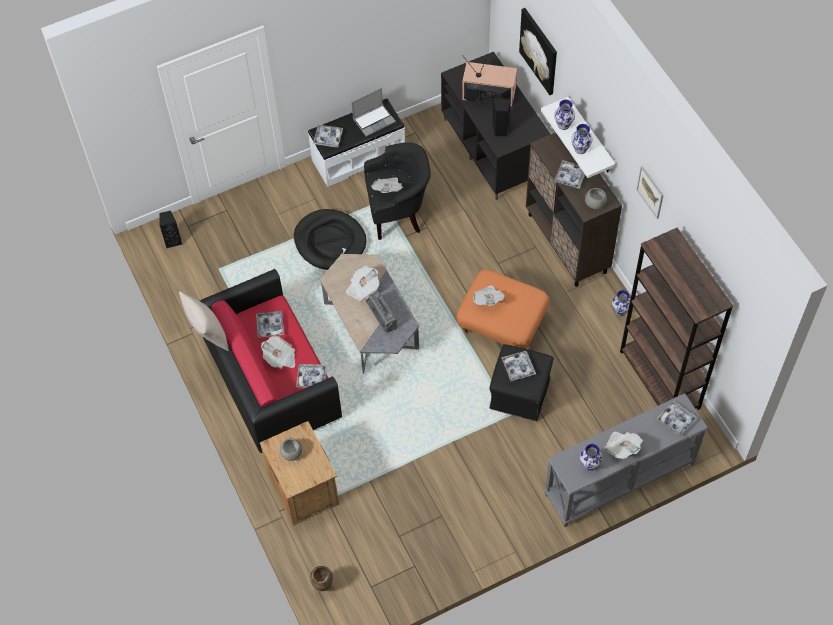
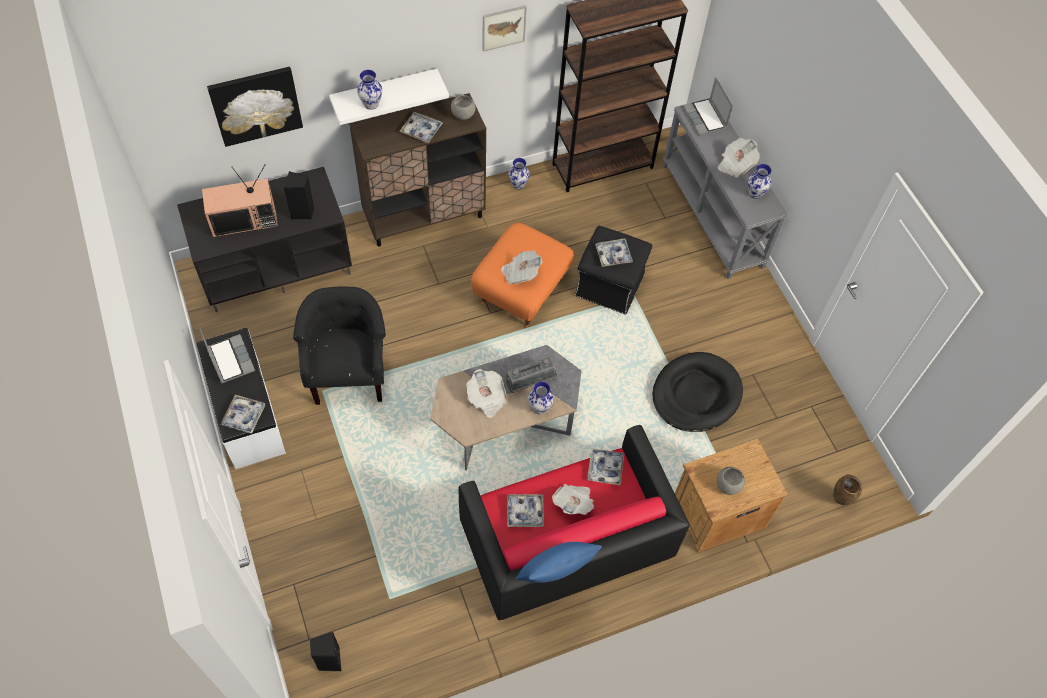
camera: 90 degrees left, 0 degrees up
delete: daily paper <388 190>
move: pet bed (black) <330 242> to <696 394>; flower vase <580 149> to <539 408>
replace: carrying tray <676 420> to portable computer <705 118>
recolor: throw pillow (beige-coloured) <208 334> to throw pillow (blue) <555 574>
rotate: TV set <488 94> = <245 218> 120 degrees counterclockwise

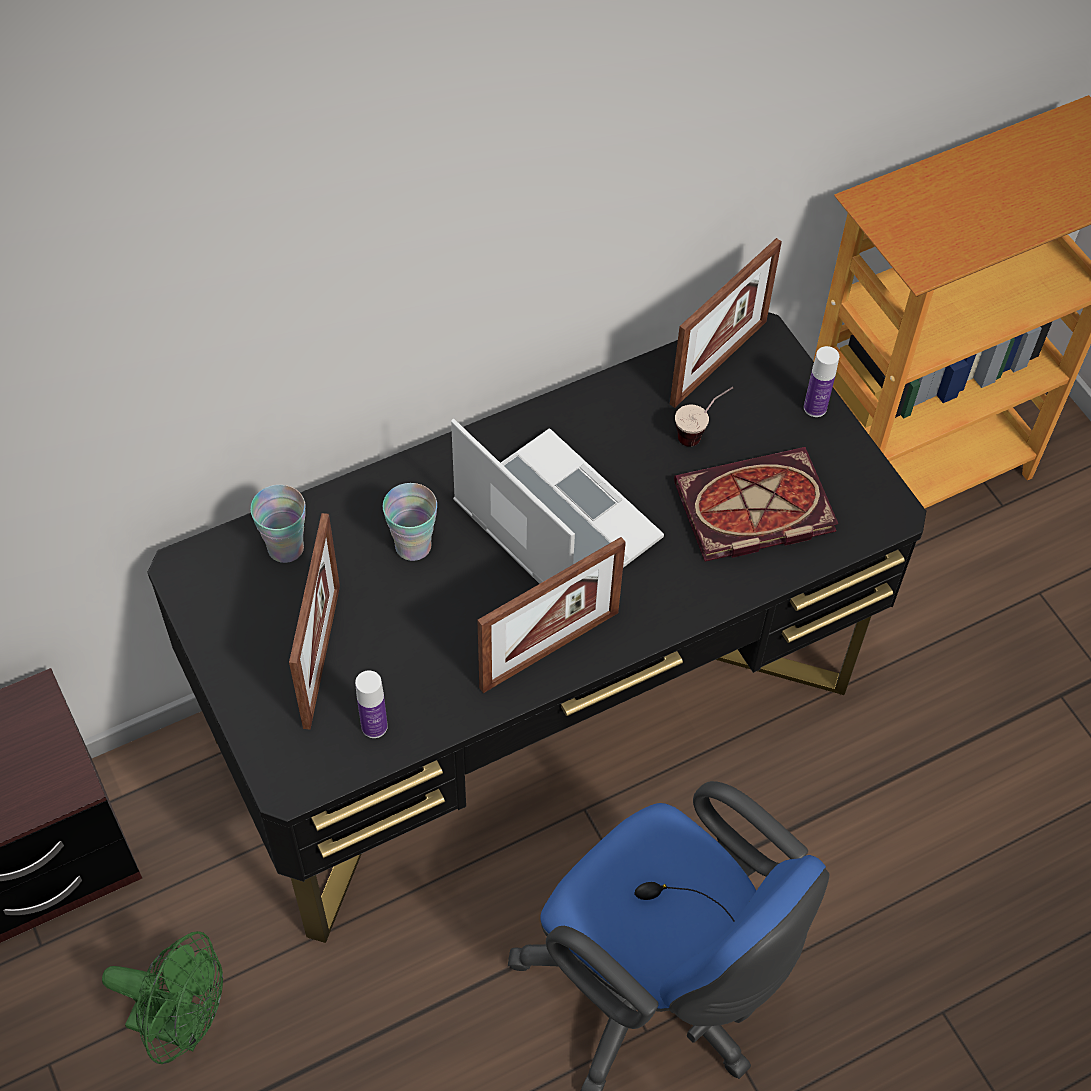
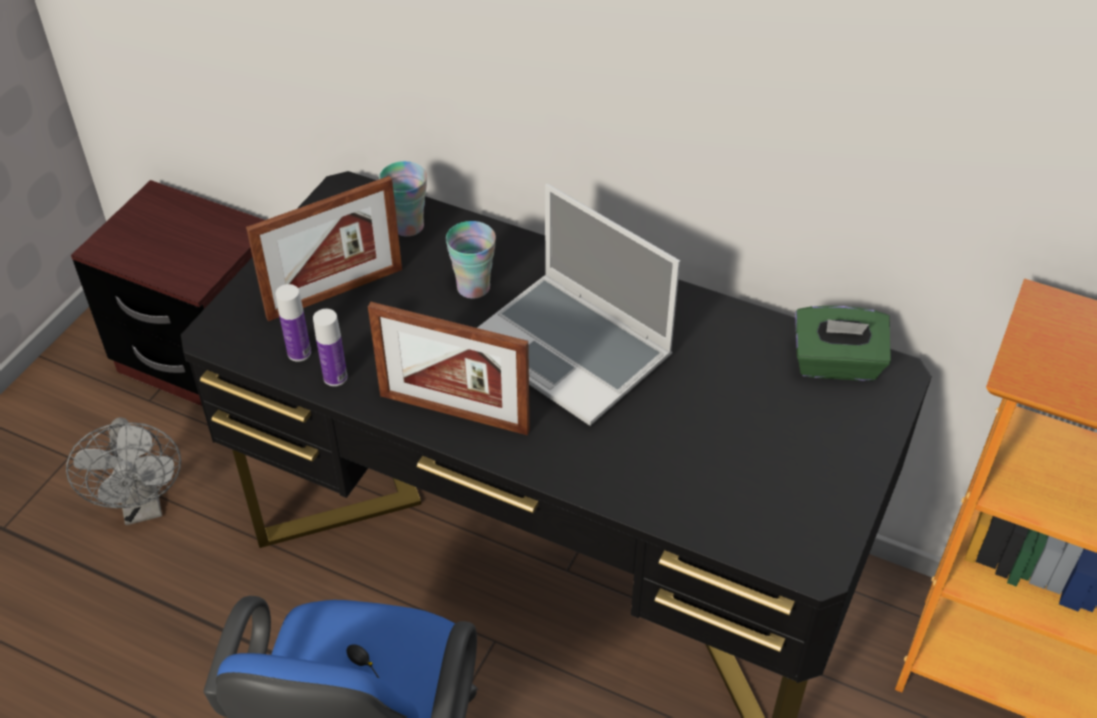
camera: 55 degrees right, 10 degrees down
delete: book <751 511>; drinking cup <701 432>
move: bottle <815 407> to <335 377>
replace: standing frame <718 362> to box of tissues (green-coloured) <836 364>
recolor: electric fan (green-coloured) <182 1023> to electric fan (gray) <143 507>
rotate: portable computer <552 522> = <572 350> 120 degrees clockwise

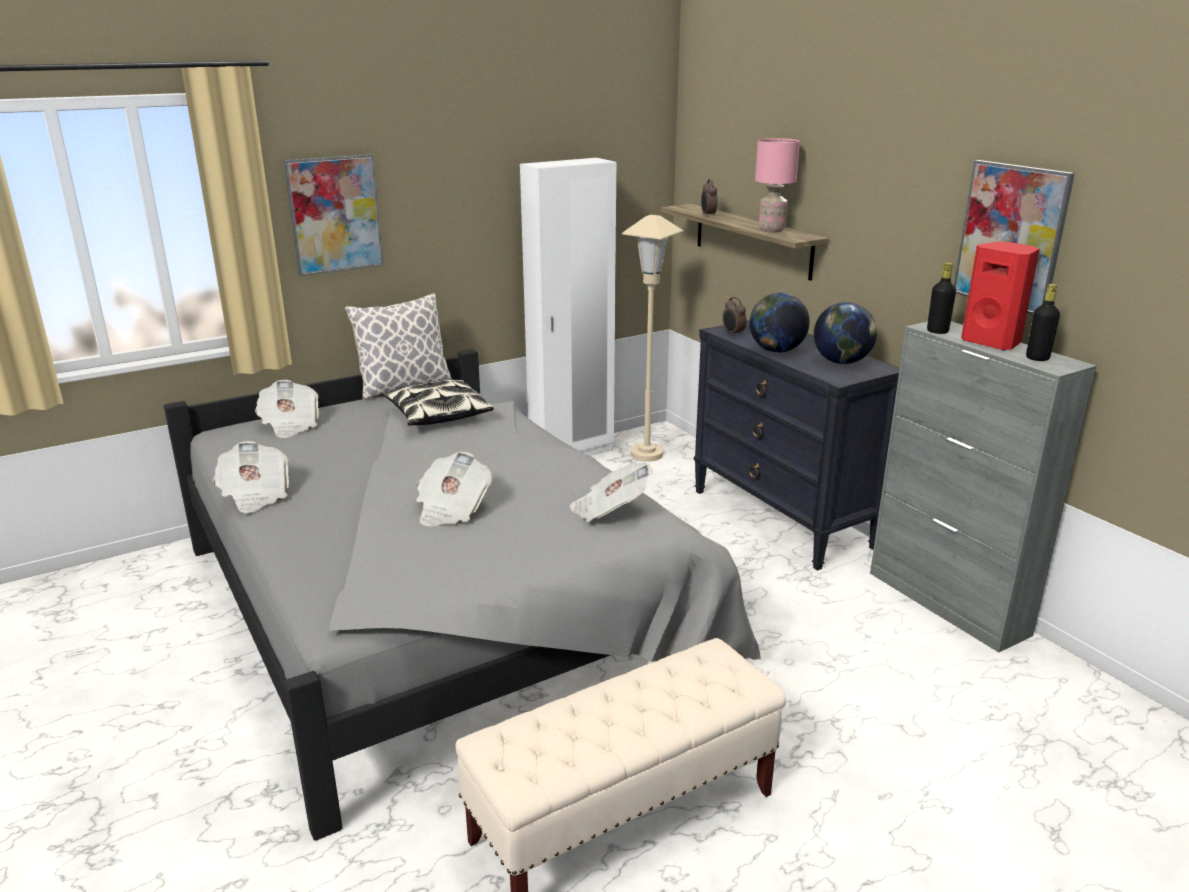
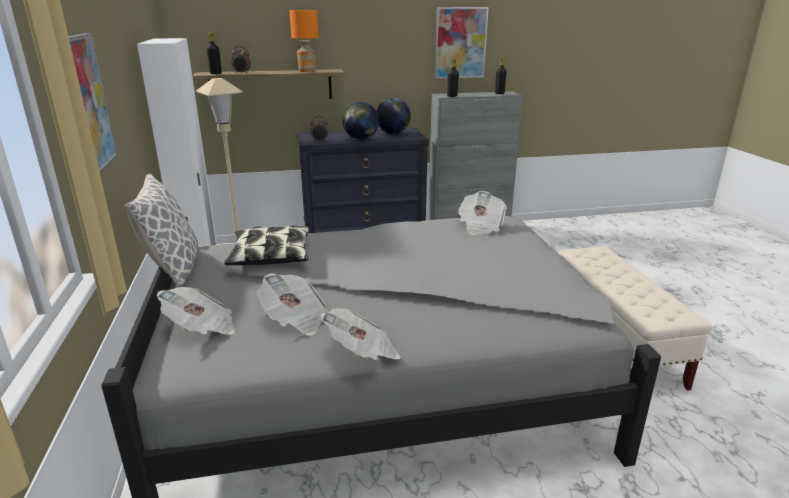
camera: 70 degrees left, 0 degrees up
delete: audio speaker (red) <992 342>
insert: bottle (black) <216 73>
move: daily paper <451 509> to <295 319>
recolor: tabletop lamp (pink) <771 230> to tabletop lamp (orangey) <307 71>

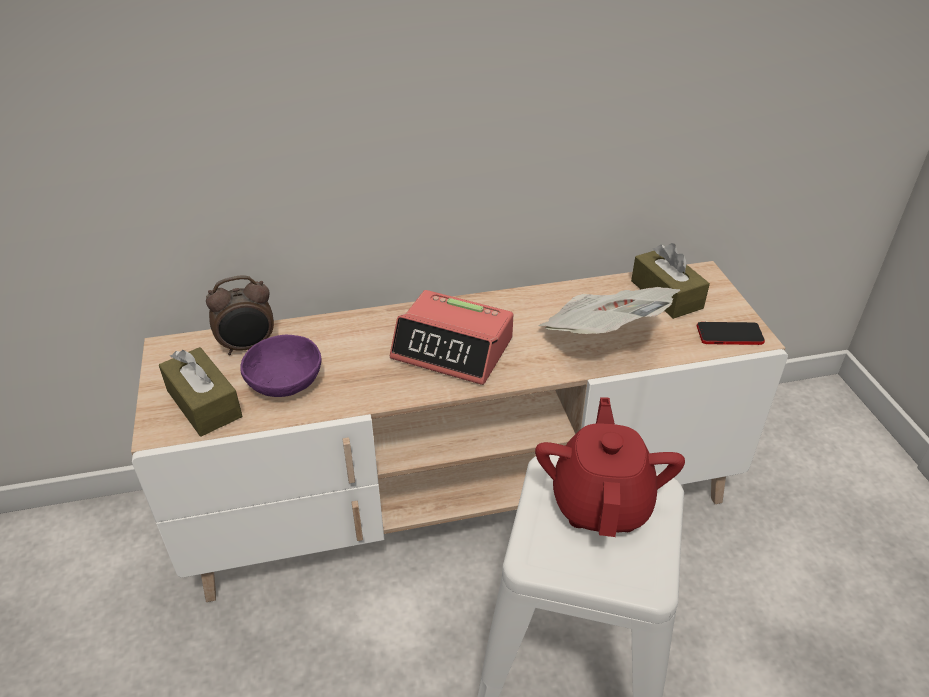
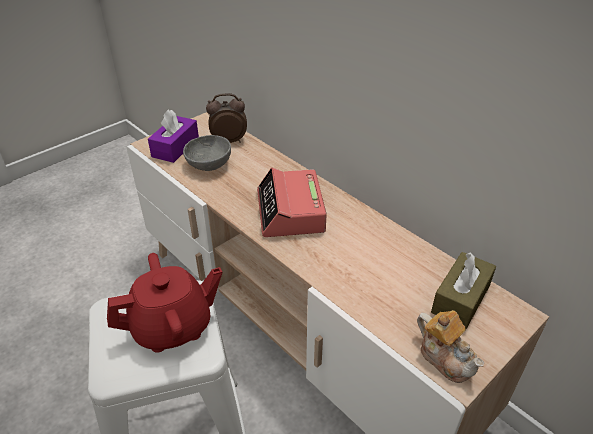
camera: 60 degrees right, 0 degrees up
delete: daily paper <602 335>
replace: handset <729 334> to pot for tea <445 357>
recolor: box of tissues (brownish) <204 403> to box of tissues (purple-coloured) <175 147>; deep dish (purple-coloured) <285 384> to deep dish (gray) <208 165>
rotate: table clock <248 347> = <229 140> 135 degrees clockwise

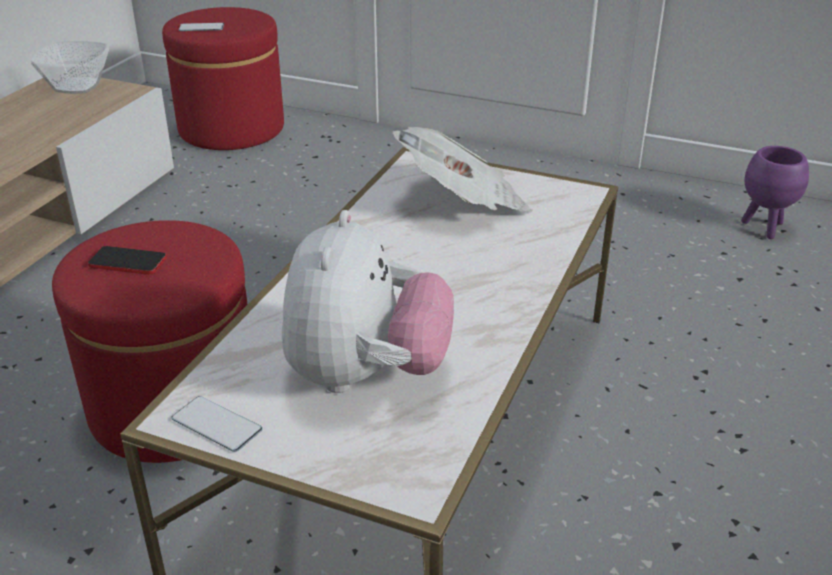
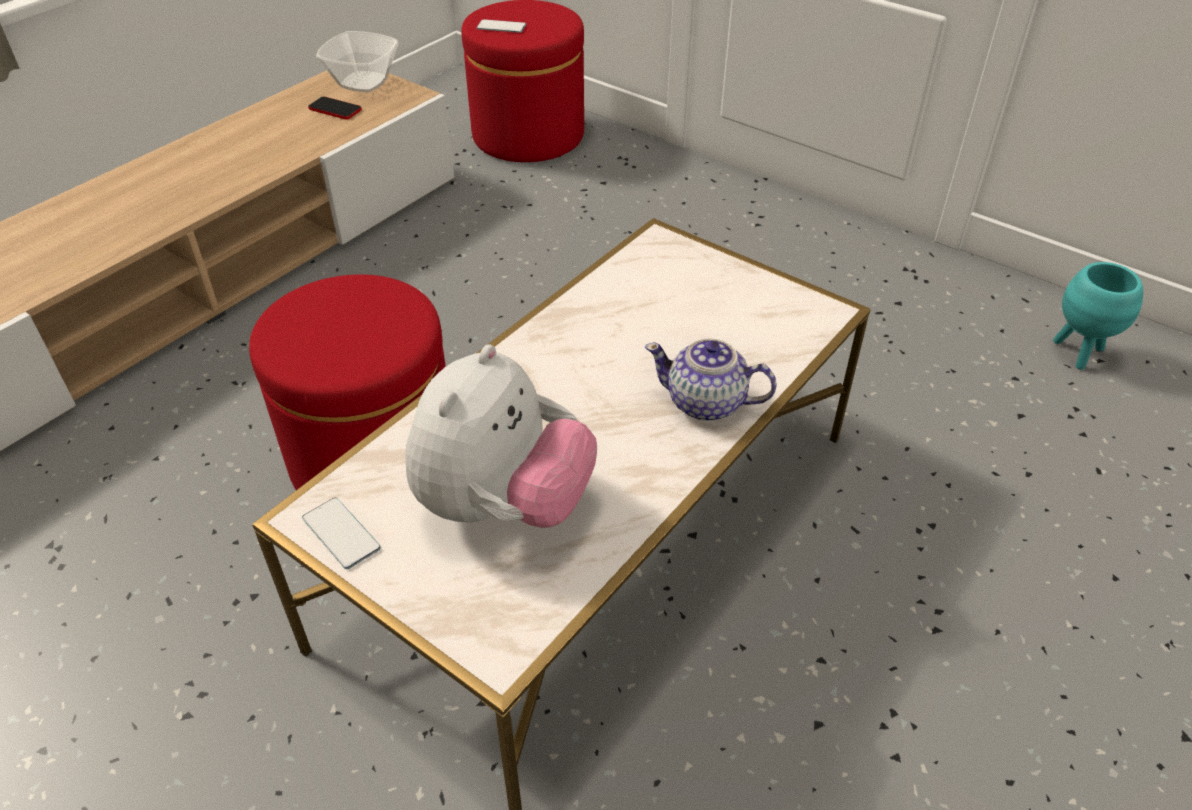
camera: 15 degrees right, 10 degrees up
delete: daily paper <463 203>
insert: pot for tea <707 403>
move: handset <128 262> to <335 109>
recolor: plant pot (purple-coloured) <764 227> to plant pot (turquoise-coloured) <1078 353>

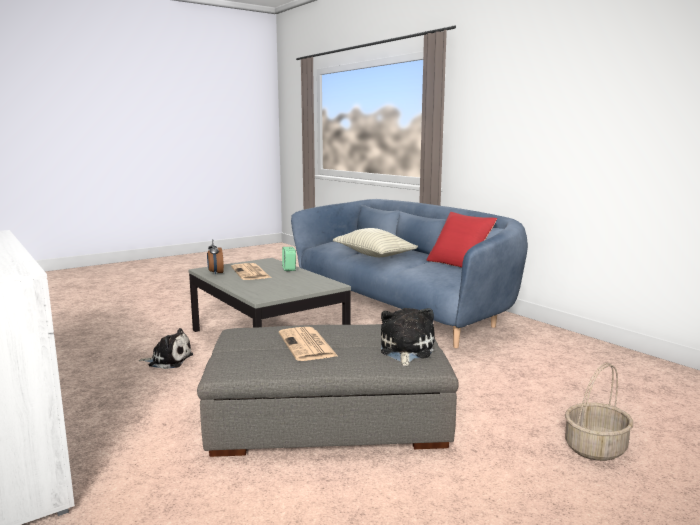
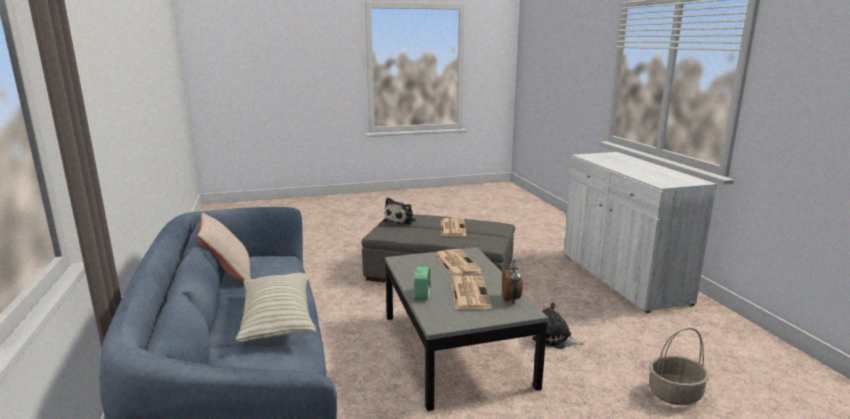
camera: 160 degrees left, 5 degrees up
insert: daily paper <456 263>
move: household basket <595 448> to <674 394>
recolor: throw pillow (red) <459 263> to throw pillow (beige-coloured) <228 274>

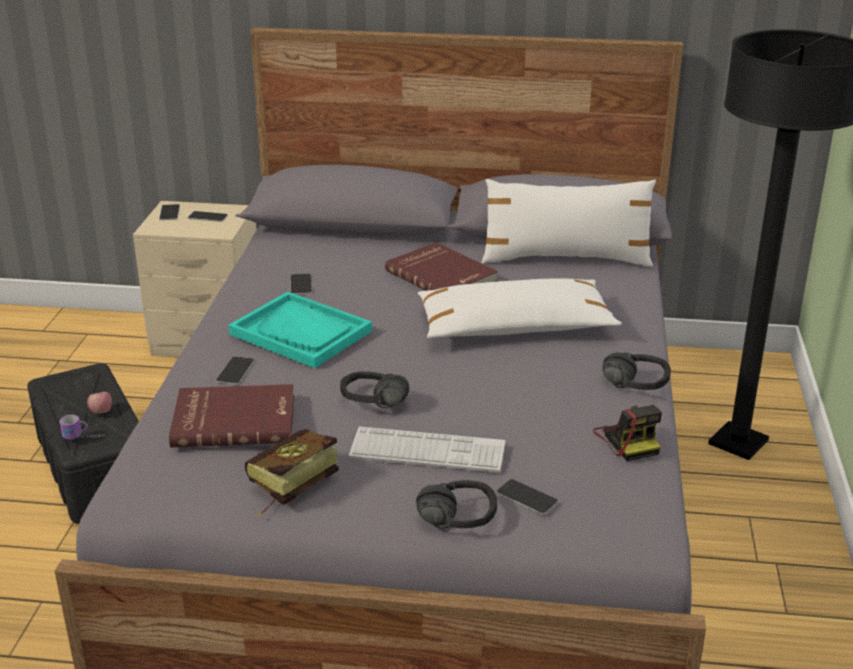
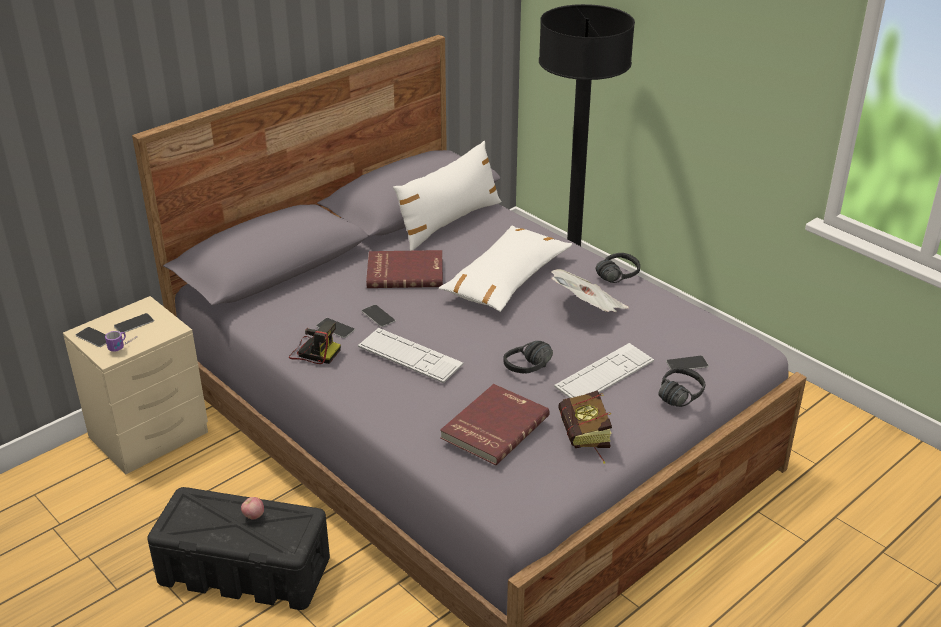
camera: 50 degrees left, 5 degrees up
insert: daily paper <588 309>
move: mug <84 438> to <124 346>; handset <235 371> to <378 316>; photo camera <627 440> to <314 352>
replace: carrying tray (turquoise-coloured) <301 333> to keyboard <410 356>

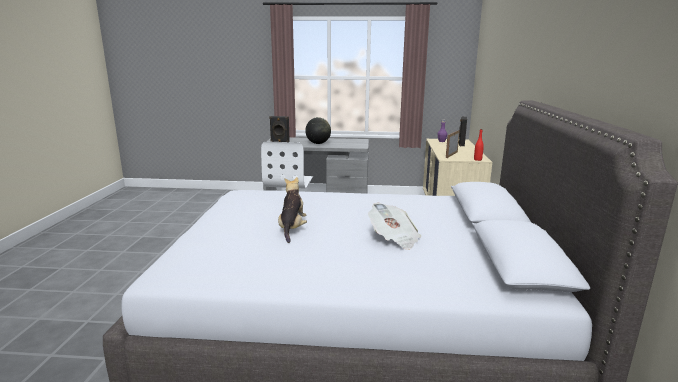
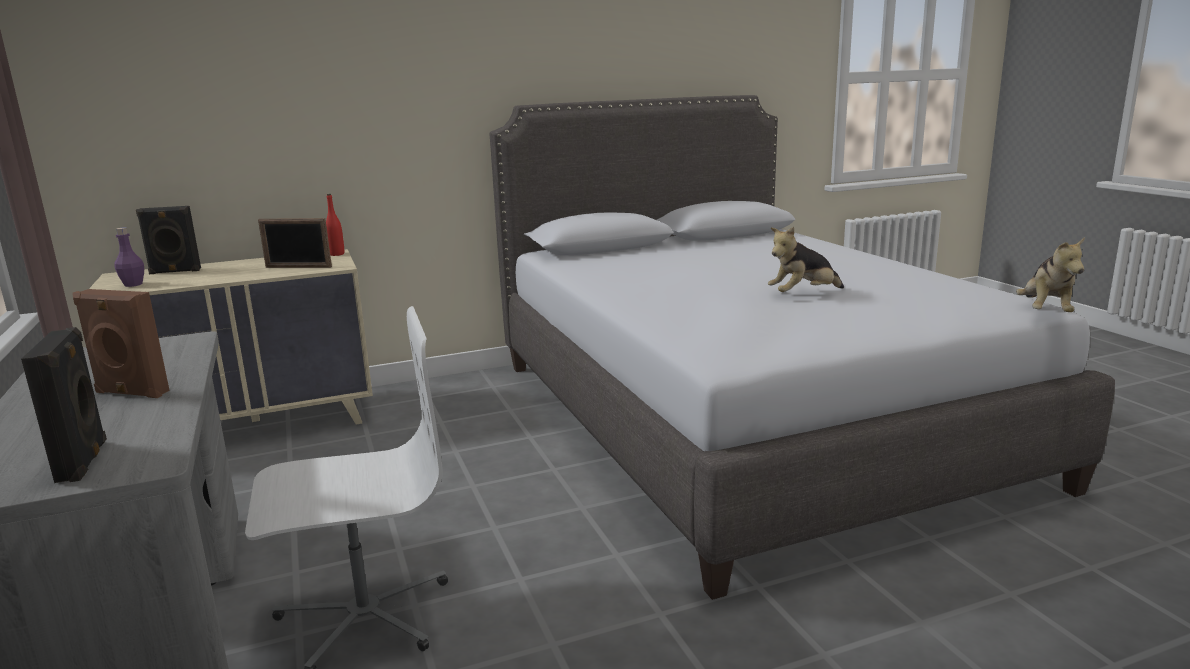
camera: 115 degrees left, 0 degrees up
delete: daily paper <394 239>
insert: soft toy <1045 312>
replace: globe <318 143> to audio speaker (brownish) <130 393>

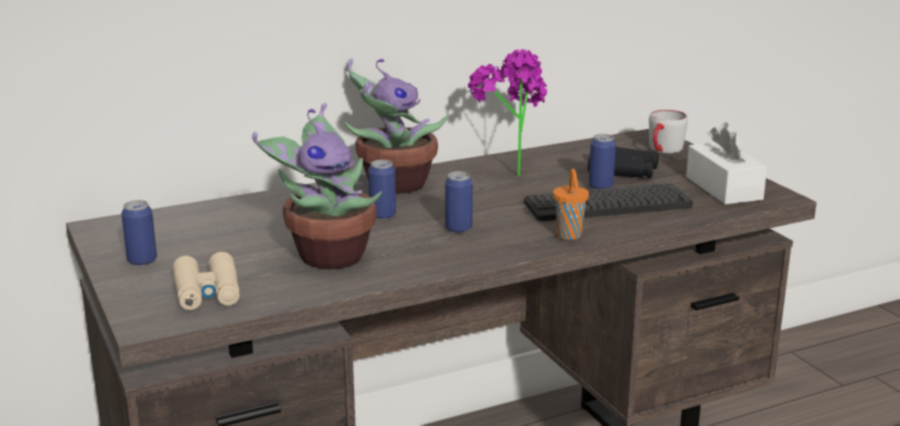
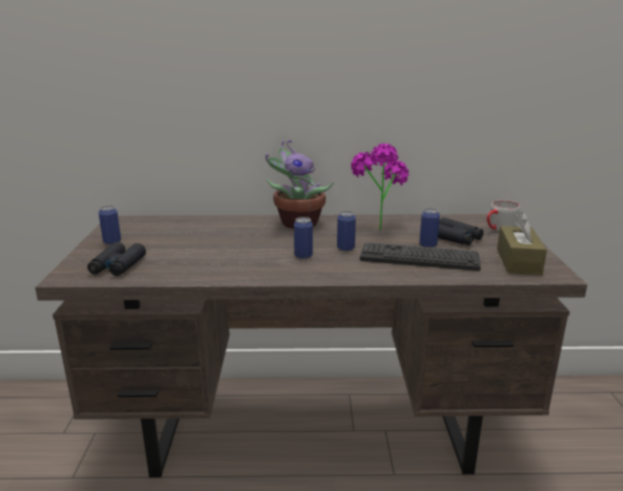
camera: 25 degrees right, 0 degrees up
delete: plant in a pot <328 255>; drinking cup (orangey) <569 236>
move: sealed can <382 215> to <345 248>
recolor: field glasses (beige-coloured) <207 292> to field glasses (black) <118 266>; box of tissues (white) <723 188> to box of tissues (brownish) <518 261>

